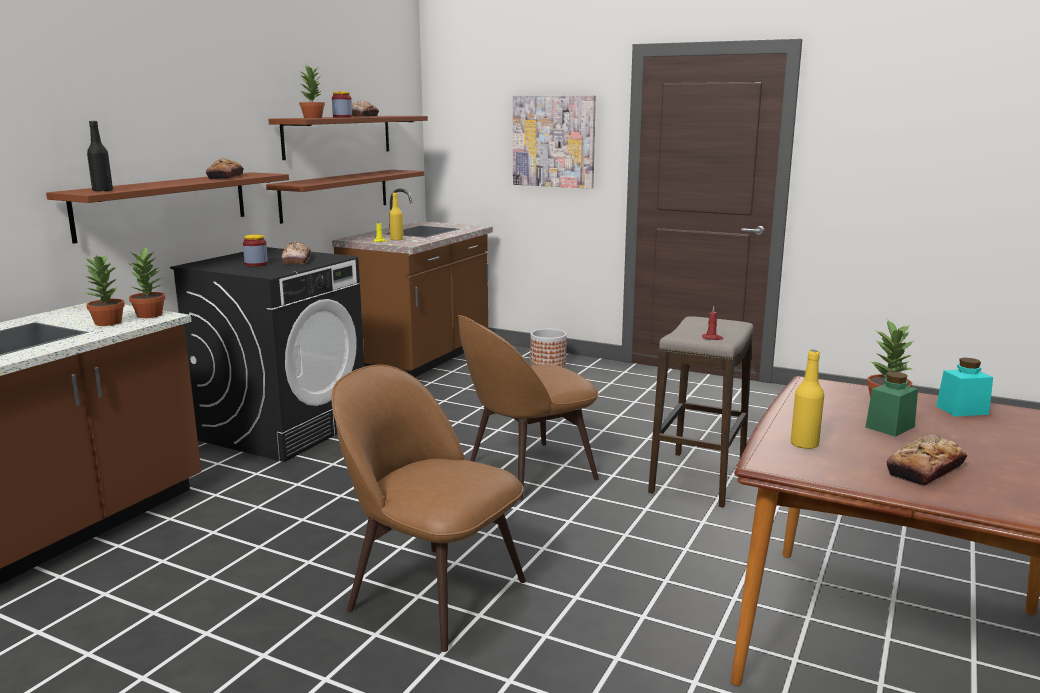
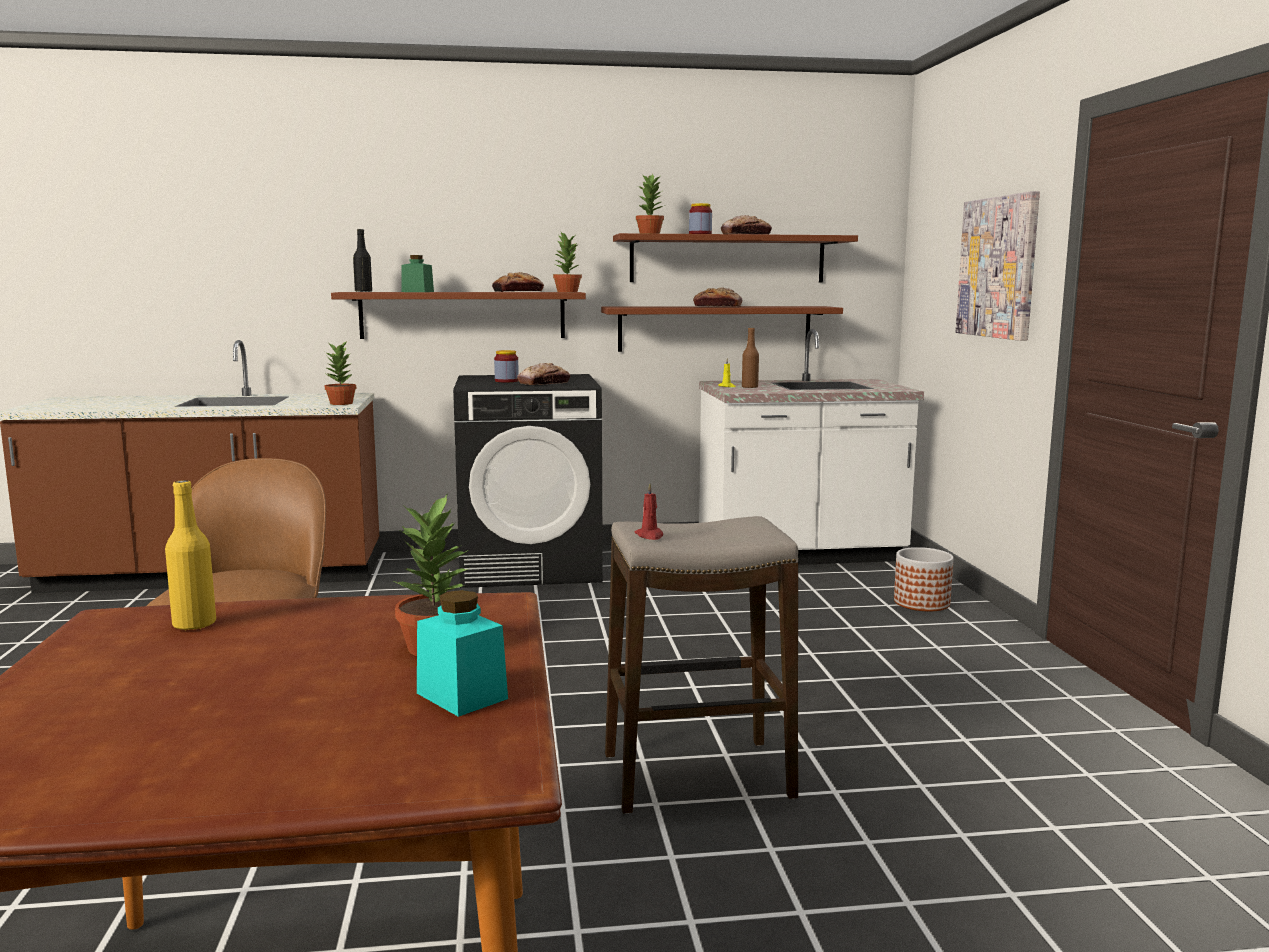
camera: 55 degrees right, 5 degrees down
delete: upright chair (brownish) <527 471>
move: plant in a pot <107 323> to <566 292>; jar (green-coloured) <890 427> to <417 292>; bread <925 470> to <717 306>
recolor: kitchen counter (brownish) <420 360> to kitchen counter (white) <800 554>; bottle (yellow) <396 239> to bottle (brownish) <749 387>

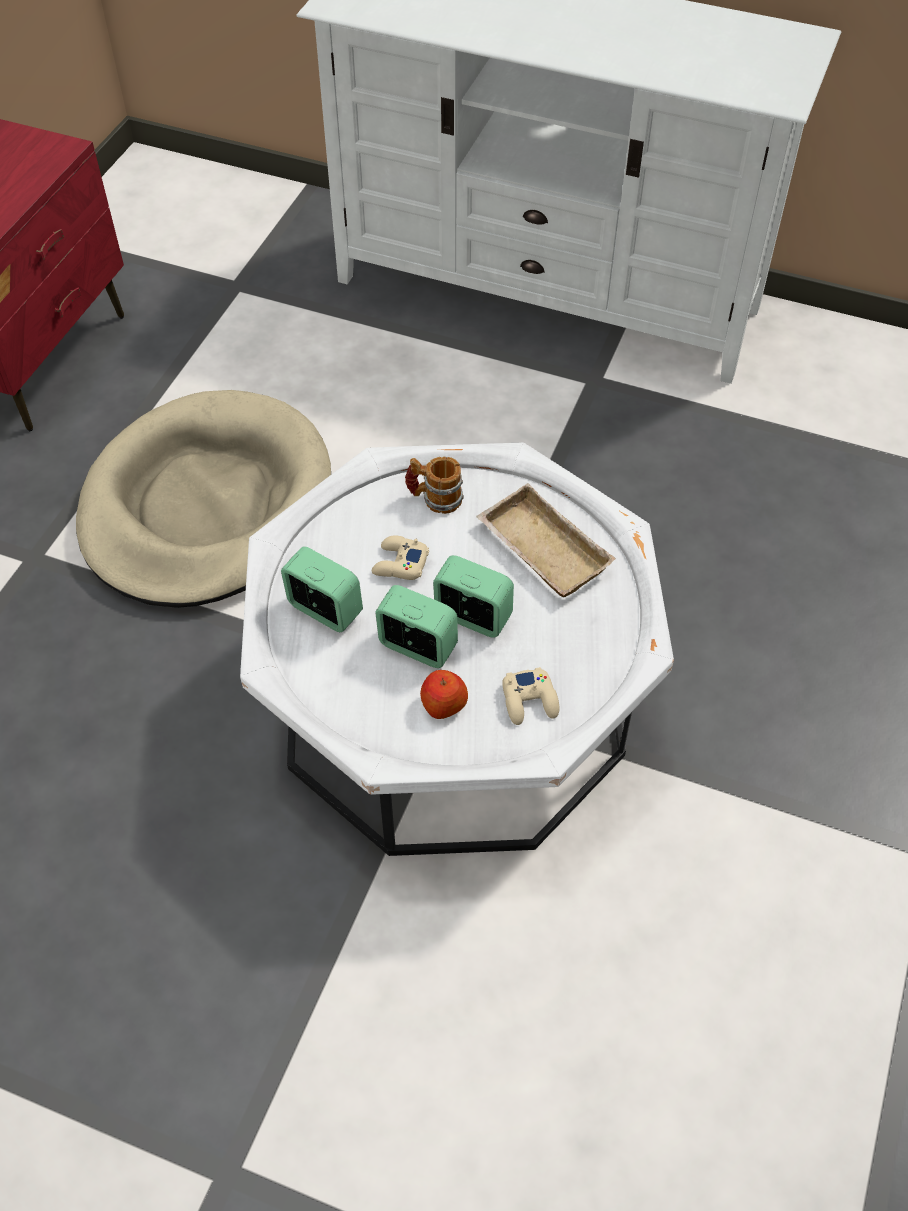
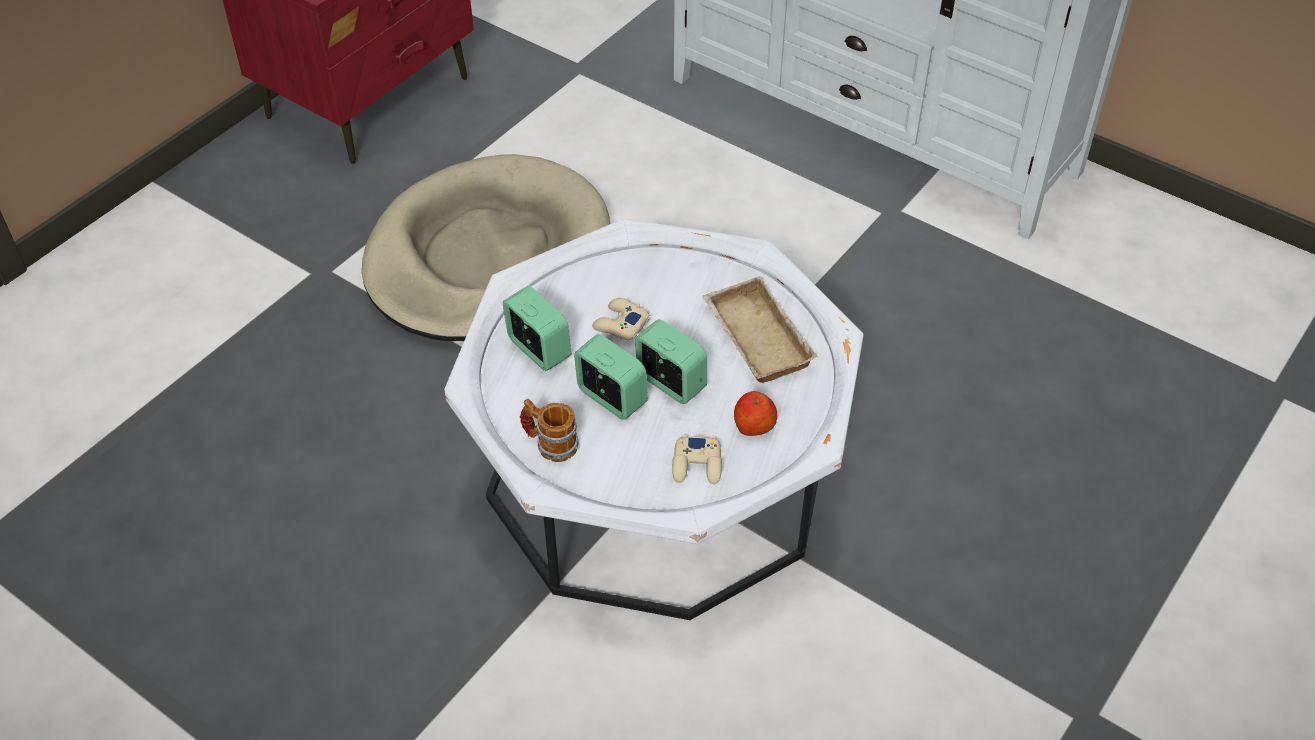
camera: 15 degrees right, 5 degrees down
move: mug <434 498> to <550 443>; apple fruit <443 704> to <754 425>

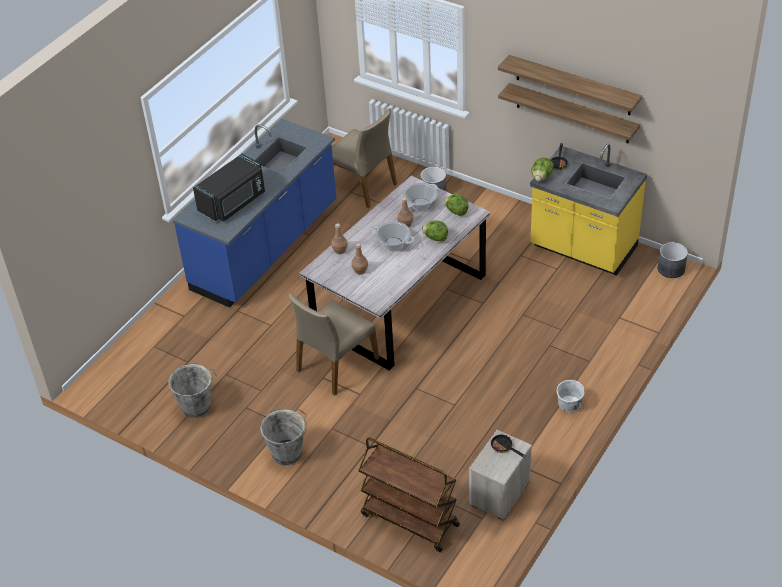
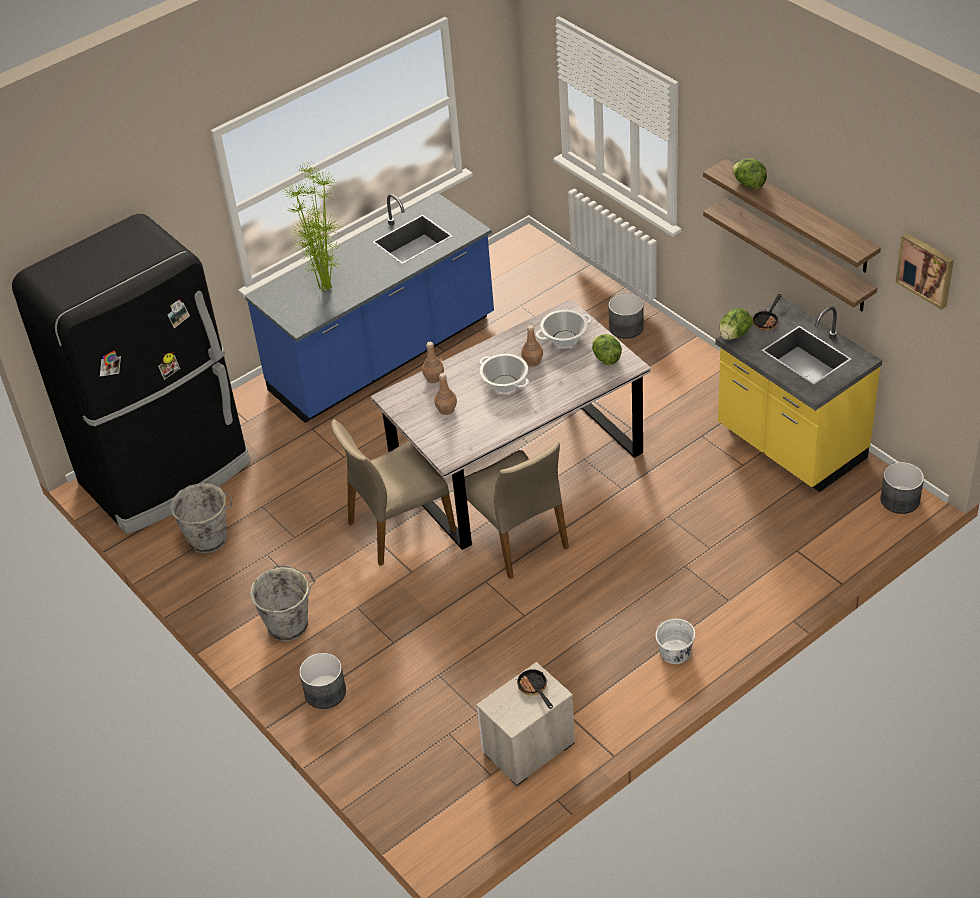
camera: 20 degrees right, 0 degrees up
delete: trolley (brownish) <409 520>
insert: kitchen fridge (black) <167 474>; plant pot (gray) <325 692>; wall picture <926 269>
move: upright chair (beige-coloured) <362 186> to <516 538>; lettuce <435 238> to <748 184>
replace: microwave oven (black) <233 202> to plant in a pot <327 289>

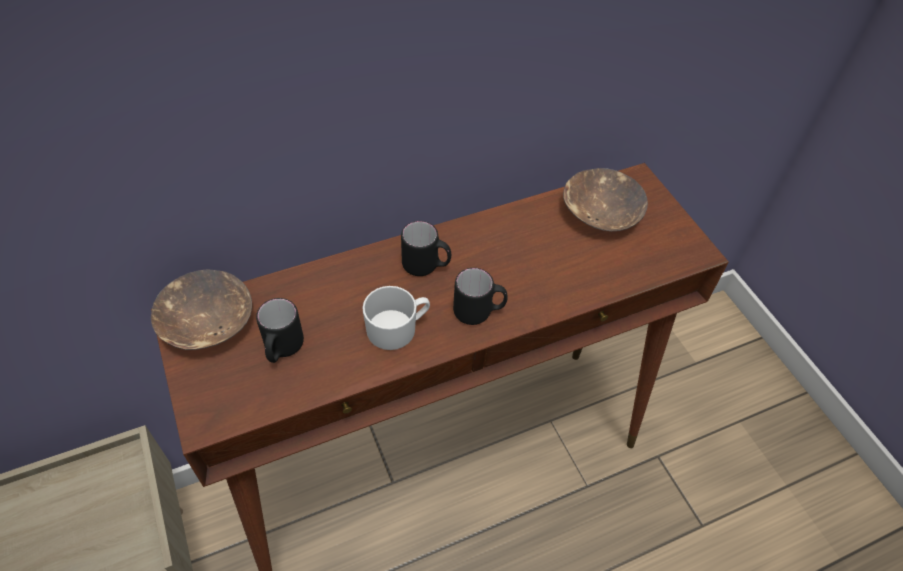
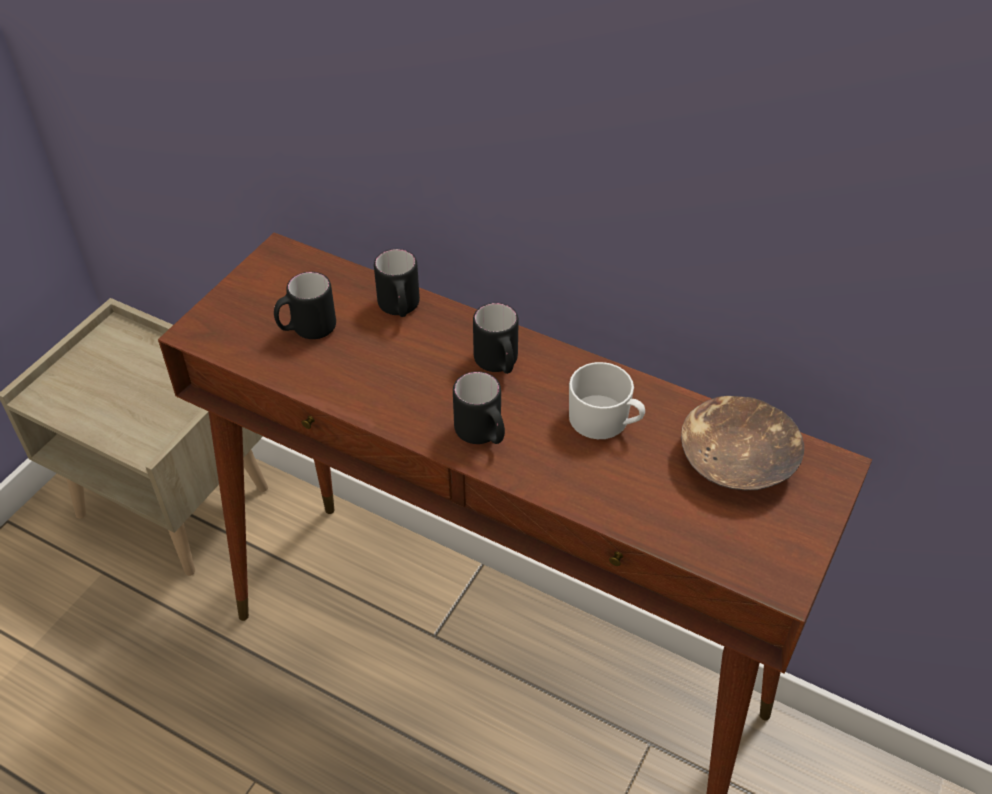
camera: 55 degrees right, 5 degrees down
delete: deep dish (brownish) <206 322>
insert: mug (black) <400 309>
move: mug (white) <397 328> to <605 421>

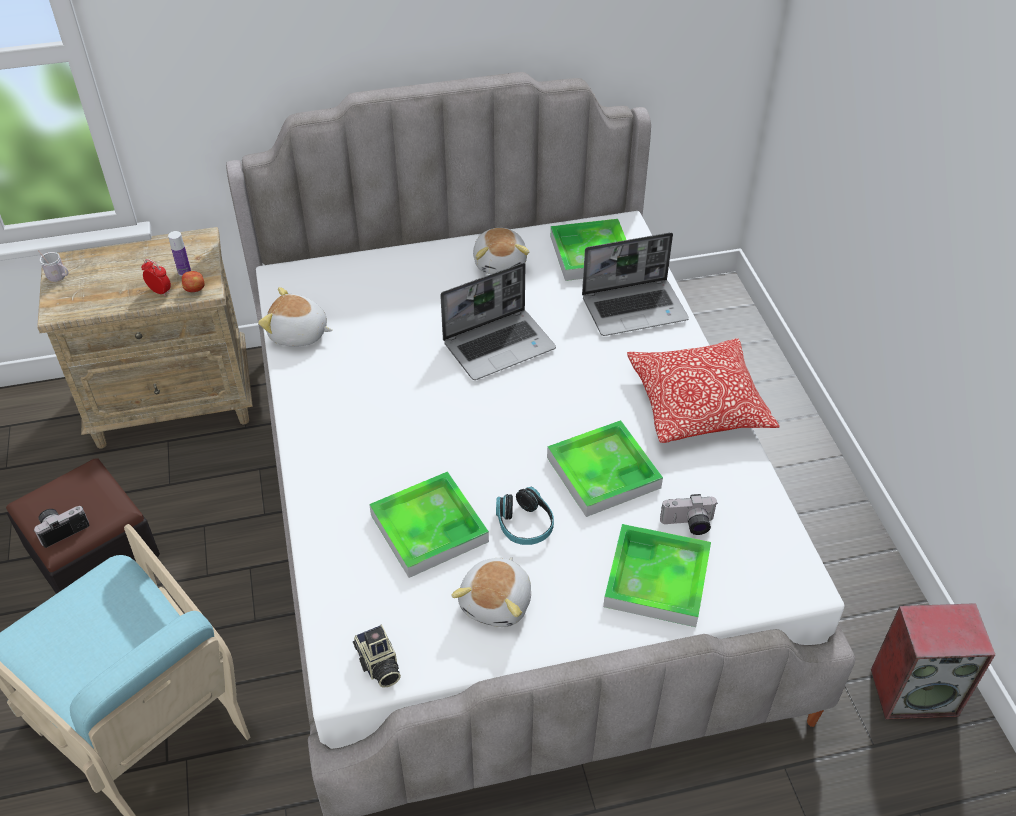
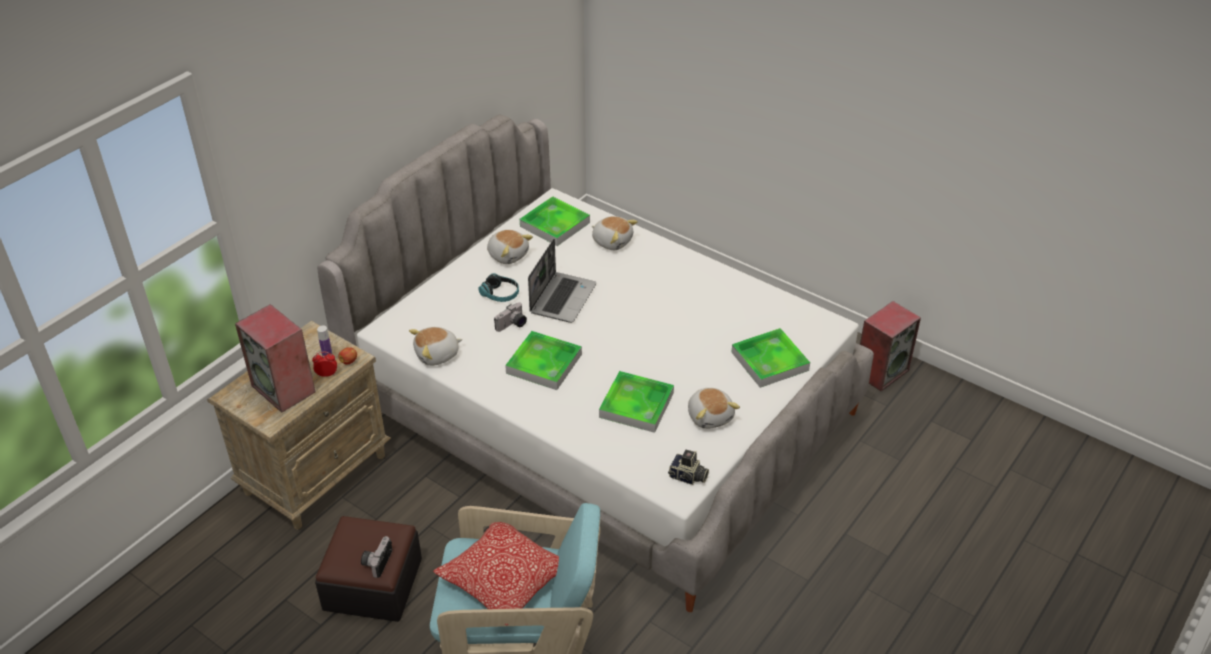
camera: 40 degrees left, 5 degrees down
delete: mug (white) <59 278>
insert: audio speaker <284 389>
move: pair of headphones <524 525> to <500 294>; carrying tray <603 472> to <544 364>; throw pillow <698 404> to <504 579>; photo camera <688 525> to <512 325>
replace: portable computer <635 308> to soft toy <612 241>

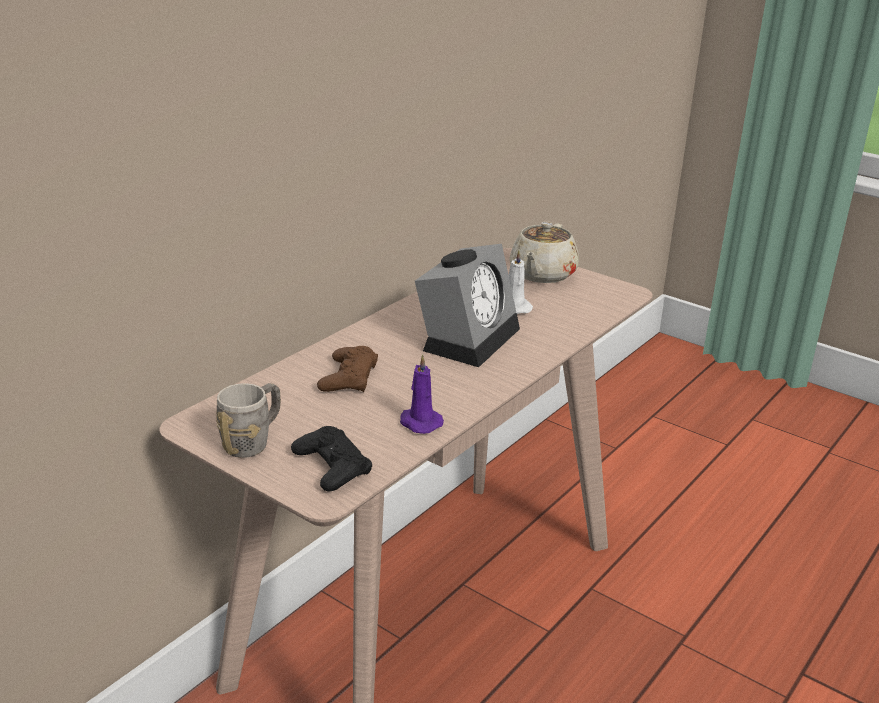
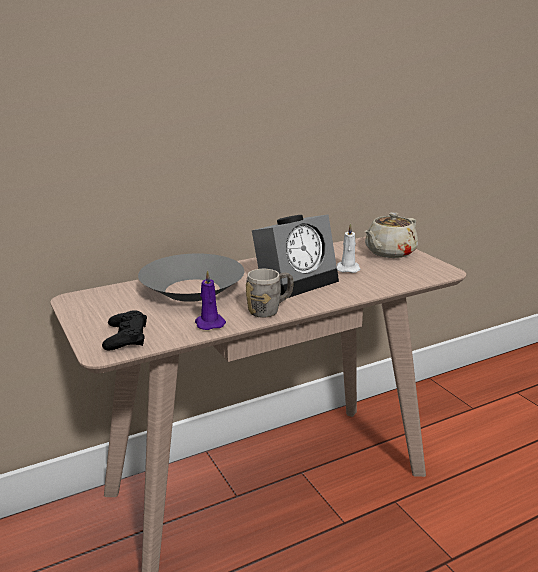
camera: 25 degrees right, 5 degrees down
move: mug (gray) <253 441> to <270 310>
replace: joypad (brownish) <348 377> to deep dish (gray) <192 290>

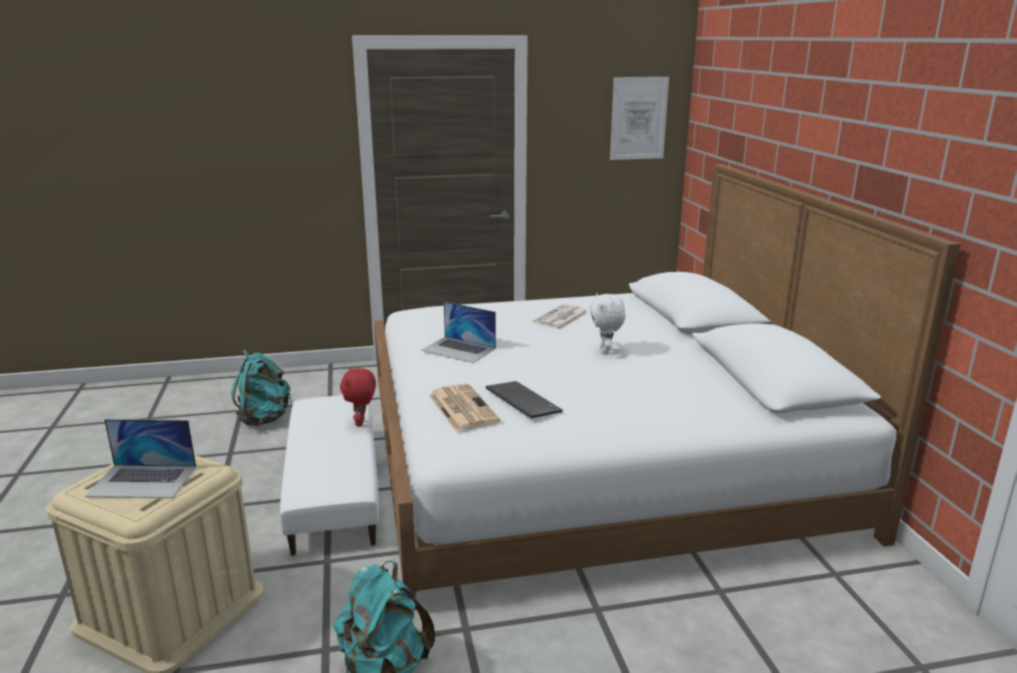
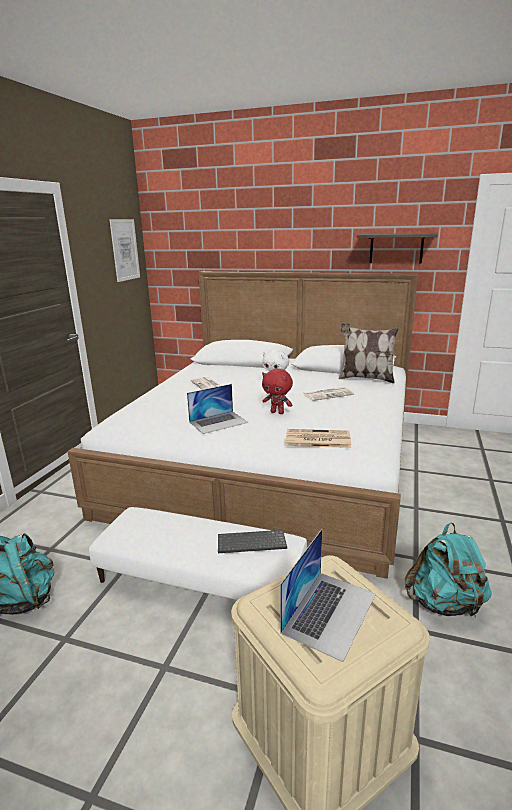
camera: 60 degrees left, 0 degrees up
insert: daily paper <328 394>; throw pillow <365 378>; bracket shelf <396 248>
move: soft toy (red) <361 423> to <277 412>; keyboard <521 401> to <250 544>

